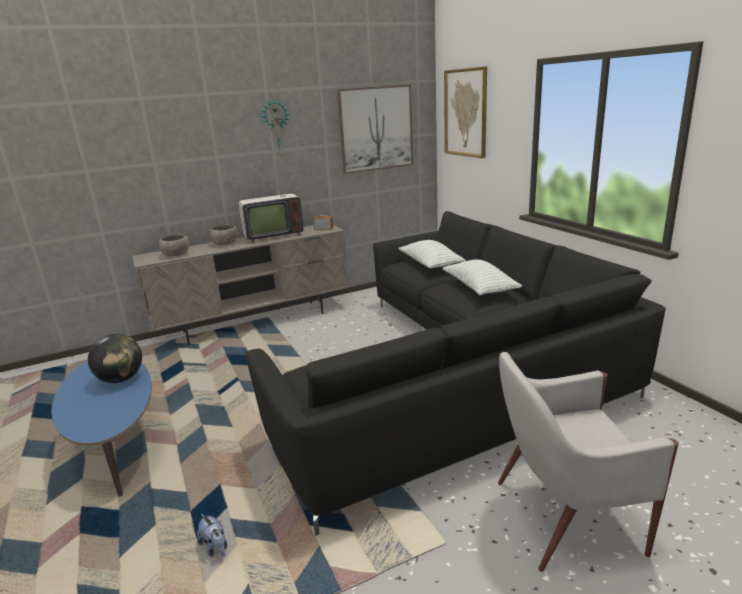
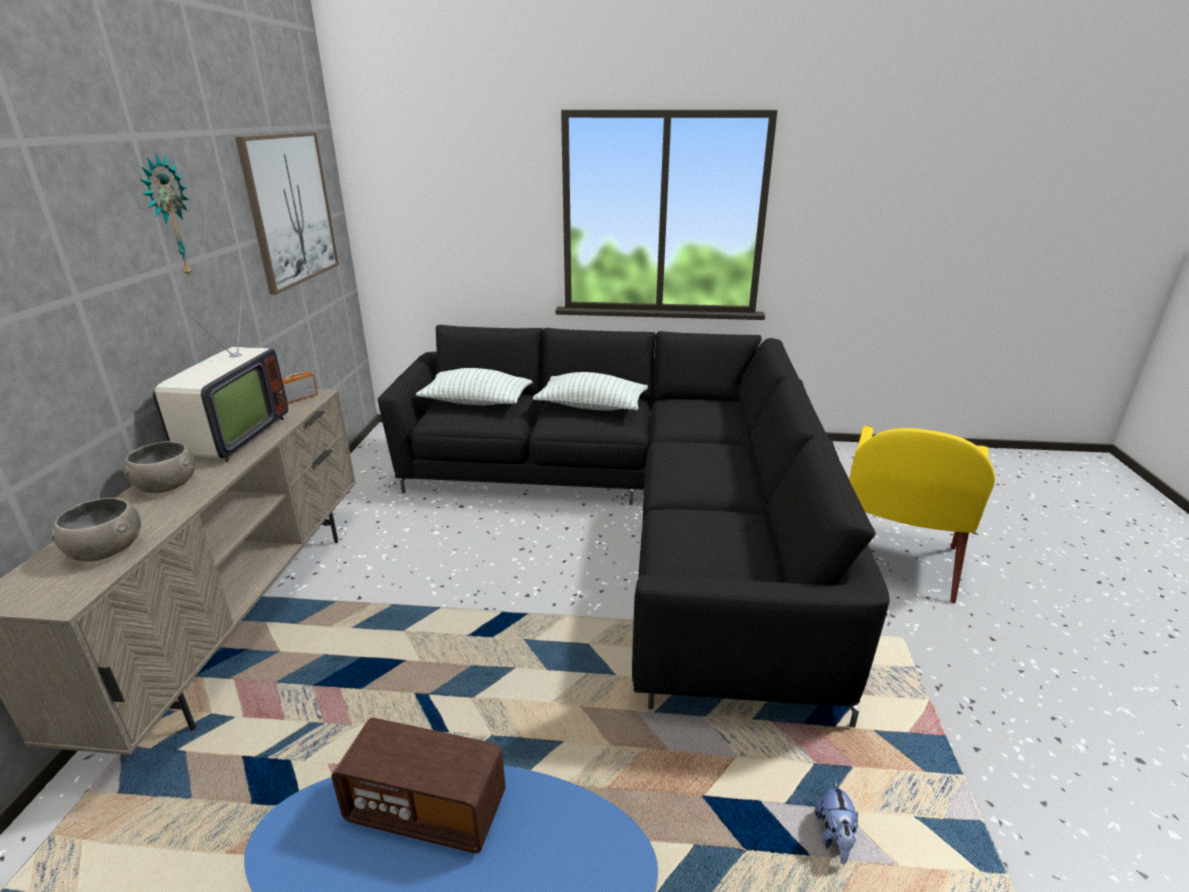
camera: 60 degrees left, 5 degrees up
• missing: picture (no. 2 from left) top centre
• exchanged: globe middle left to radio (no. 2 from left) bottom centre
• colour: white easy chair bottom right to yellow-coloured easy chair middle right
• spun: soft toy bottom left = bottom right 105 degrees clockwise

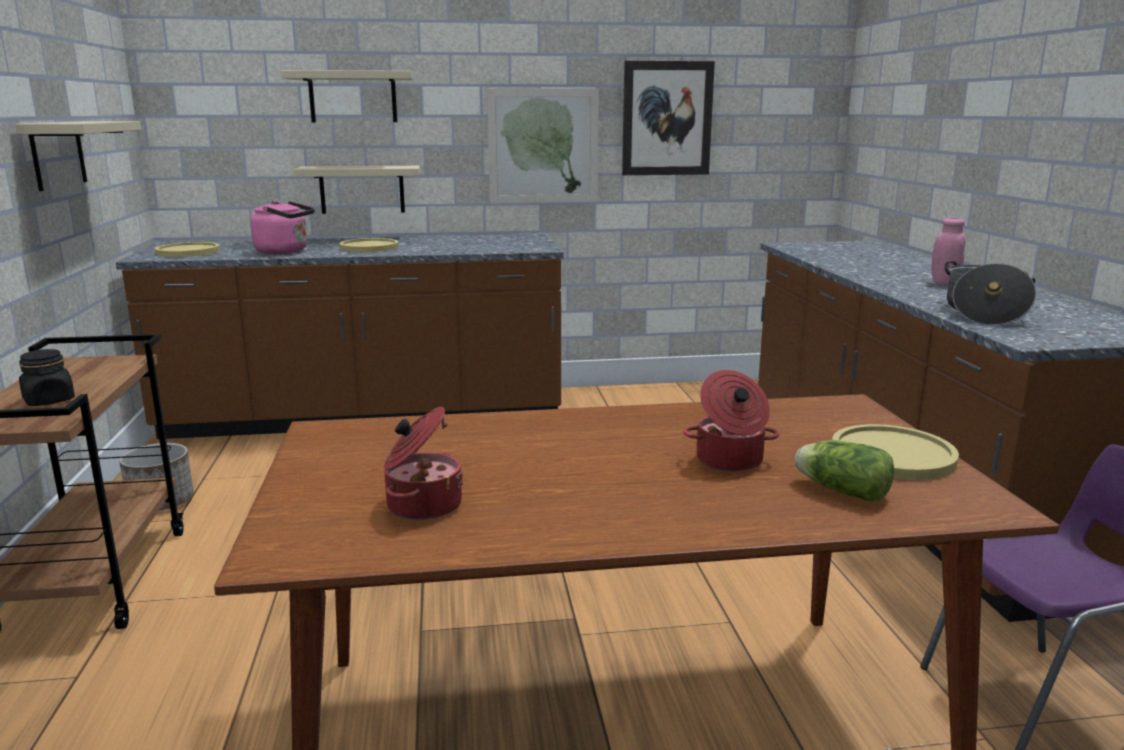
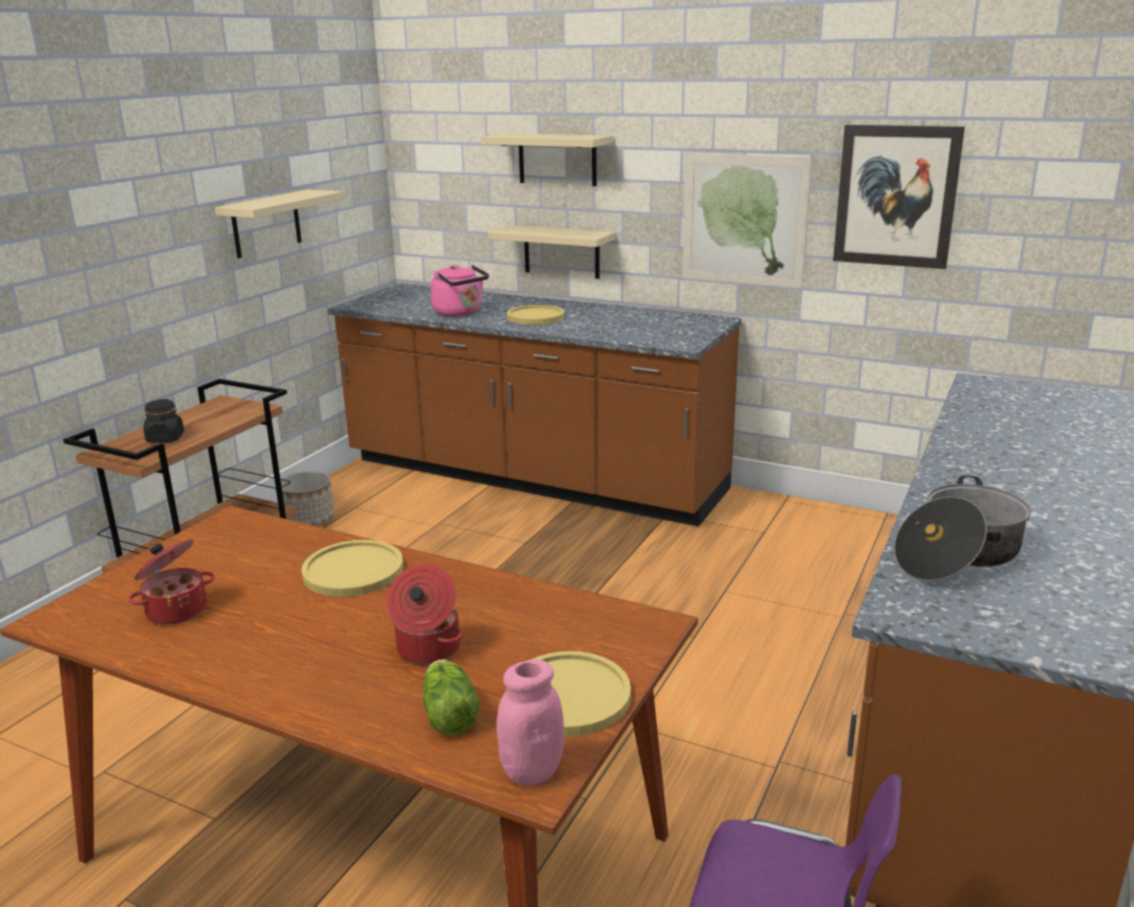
camera: 35 degrees right, 5 degrees up
• relocated: yellow-coloured flat dish (no. 1 from left) top left to middle left
• relocated: pink-coloured jar middle right to bottom centre

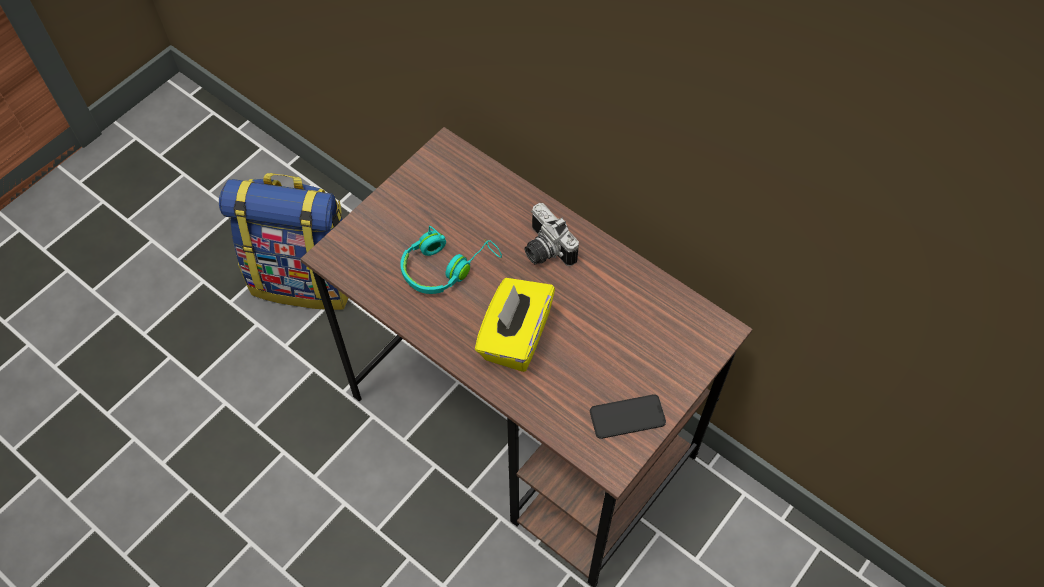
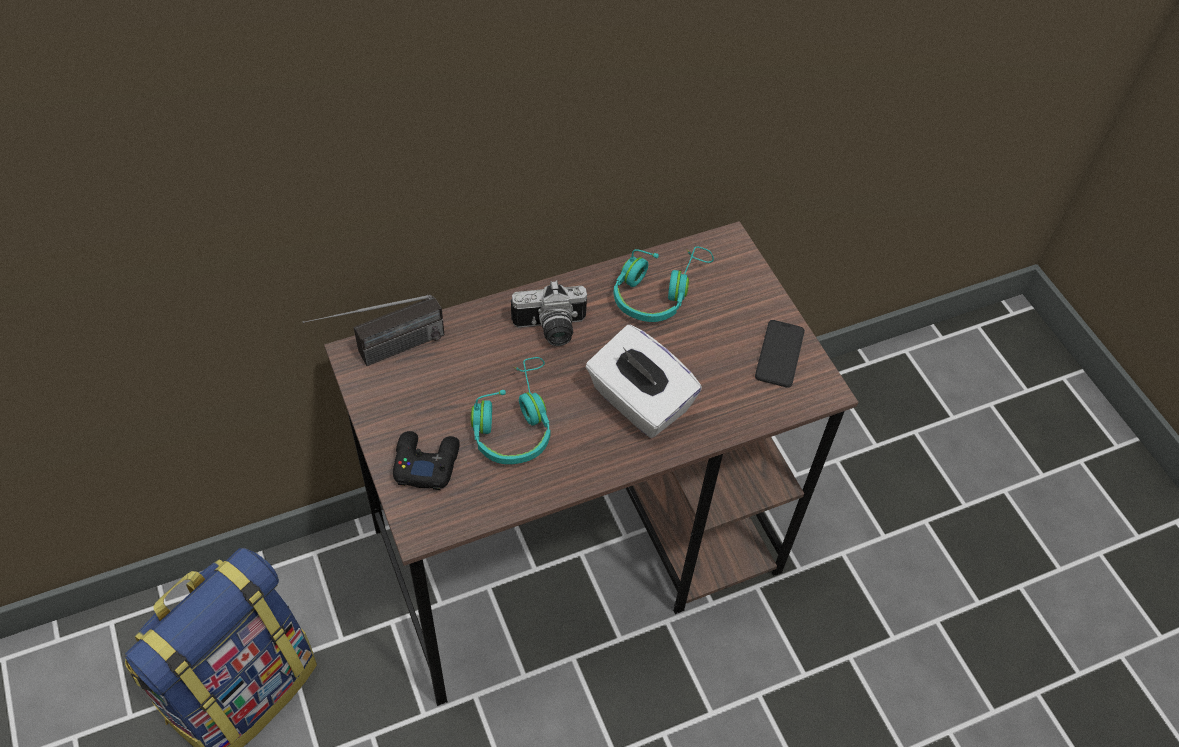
camera: 65 degrees left, 5 degrees down
• appeared: radio middle left
• appeared: black joypad centre
• appeared: blue-green headphones (no. 2 from left) centre
• colour: yellow-coloured tissue holder centre to white tissue holder centre

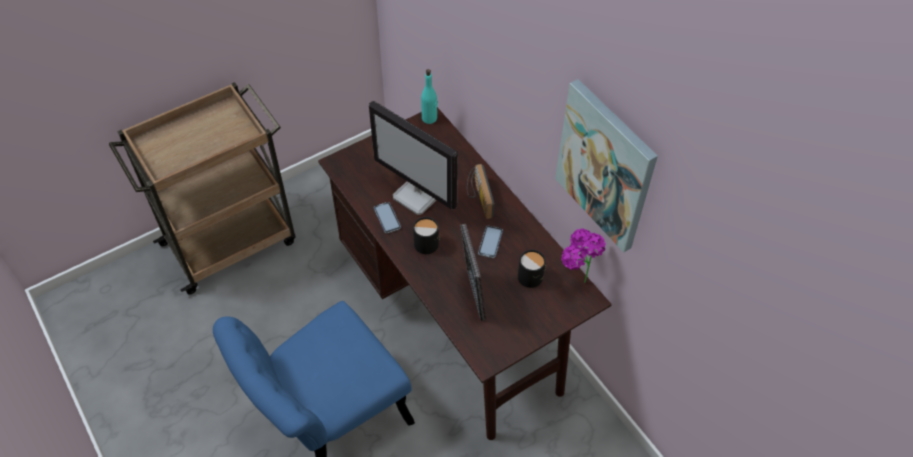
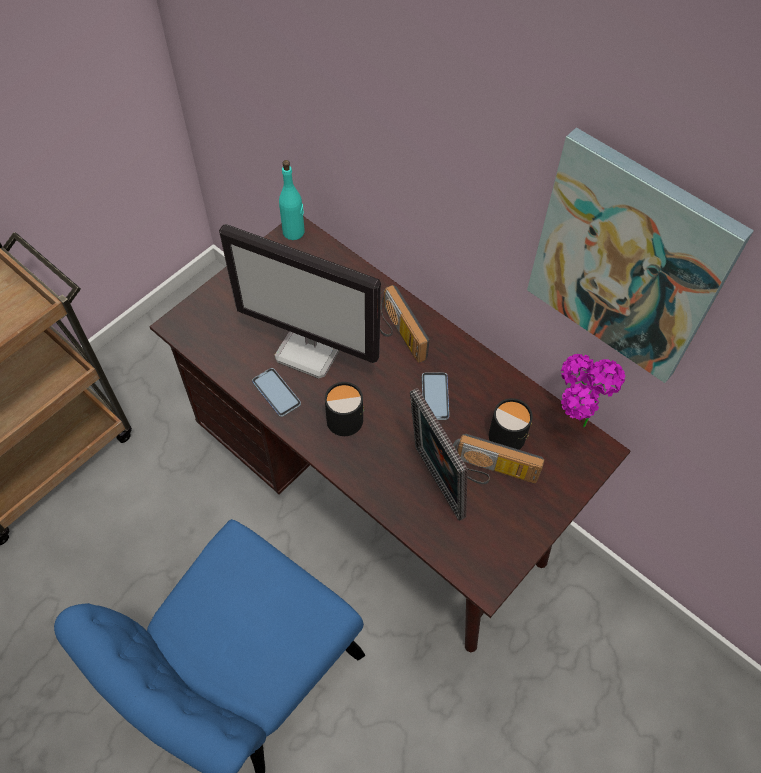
camera: 15 degrees left, 5 degrees up
• appeared: radio (no. 2 from left) centre

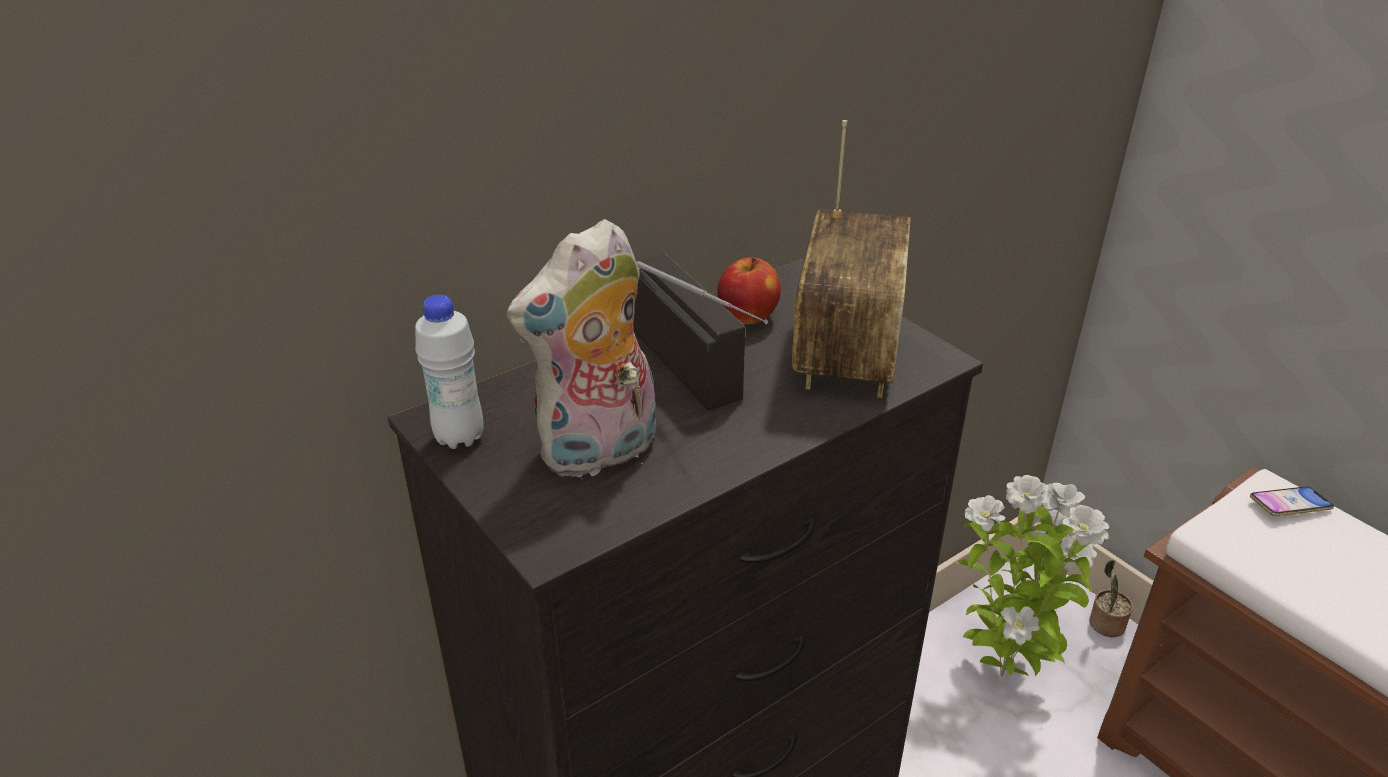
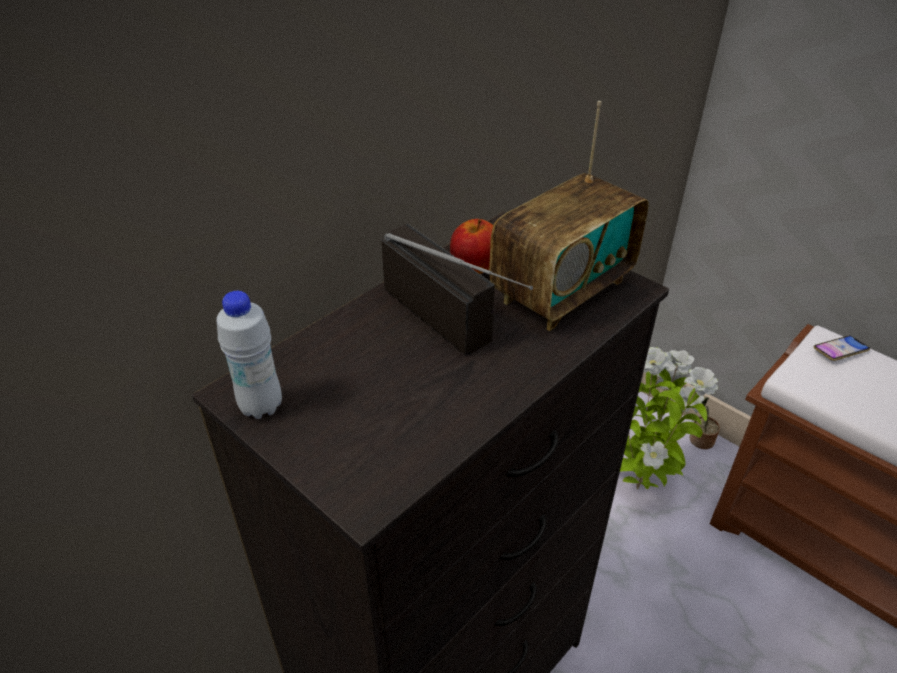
camera: 10 degrees left, 5 degrees up
• missing: soft toy centre
• spun: radio (no. 2 from left) centre = top centre 45 degrees clockwise

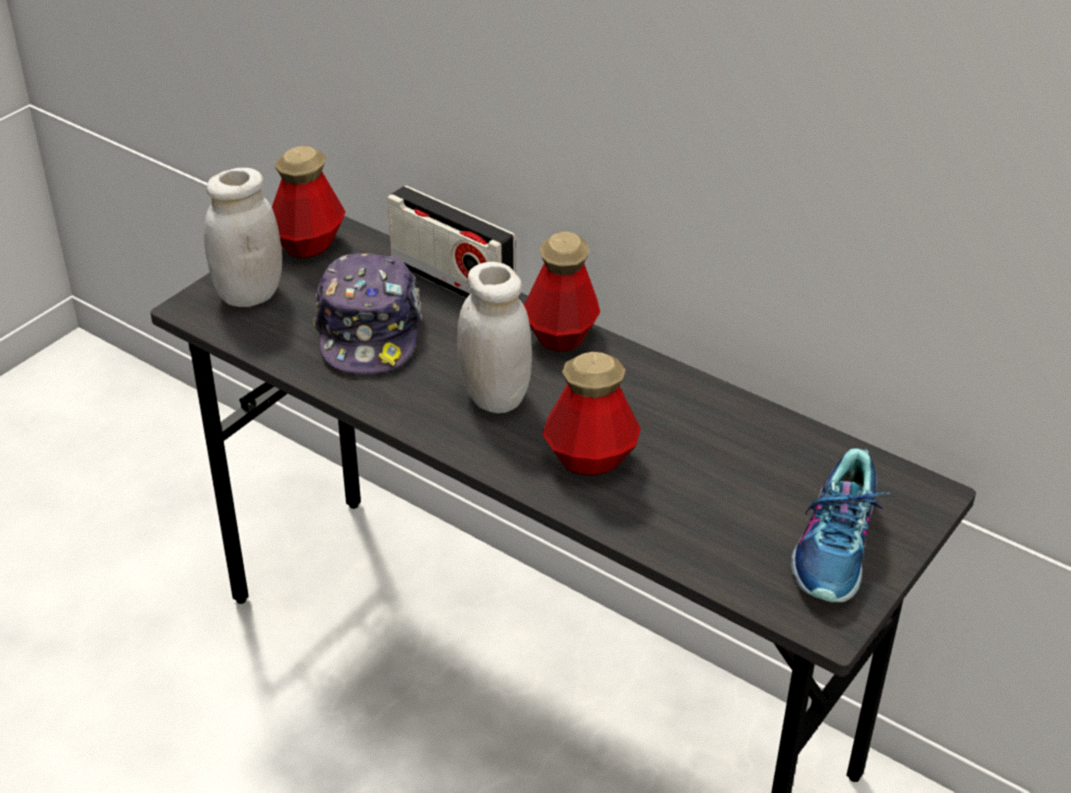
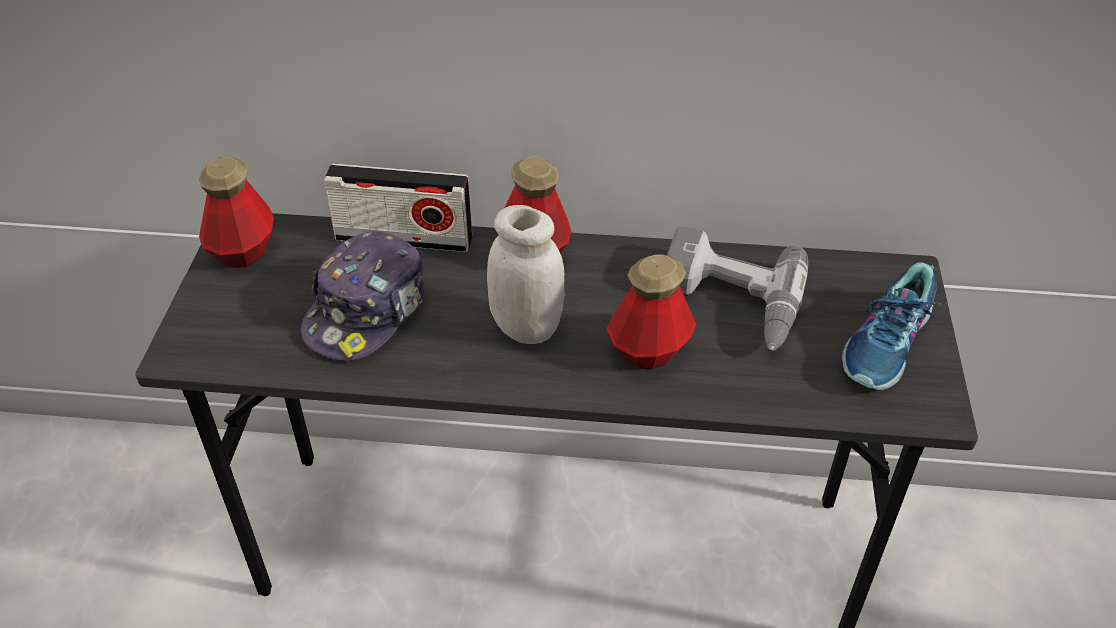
camera: 30 degrees left, 5 degrees up
• missing: white jar (no. 1 from left) top left
• appeared: electric drill centre
• spun: baseball cap centre = middle left 60 degrees clockwise
• spun: item of footwear middle right = middle right 45 degrees clockwise

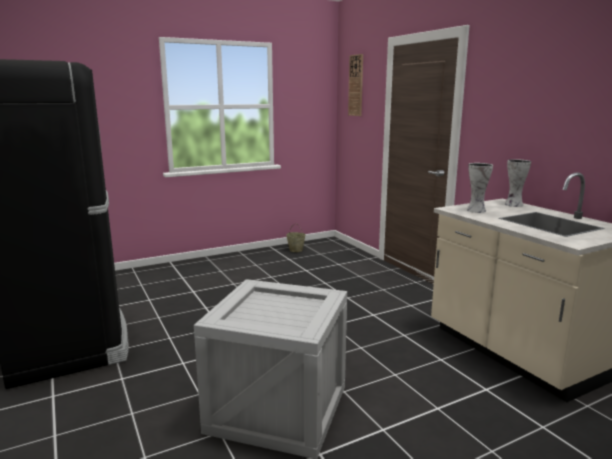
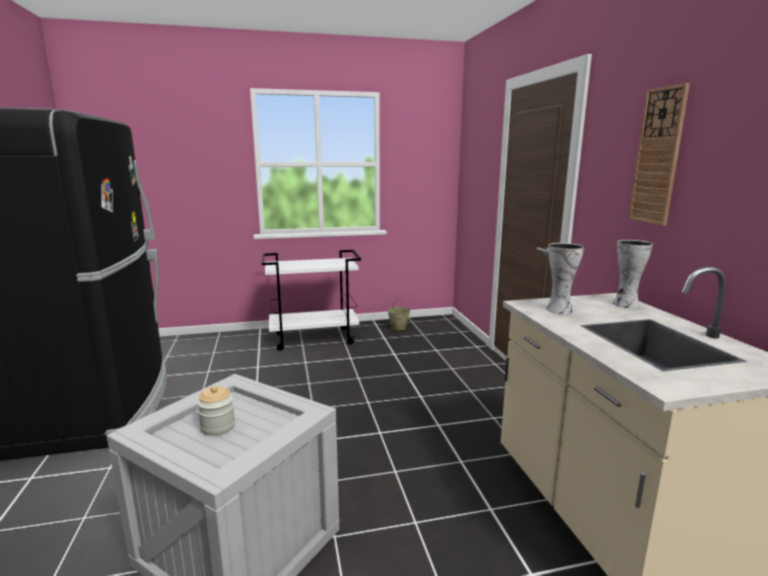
camera: 15 degrees right, 0 degrees up
• appeared: jar bottom left
• appeared: white trolley centre
• relocated: wall clock top centre to top right

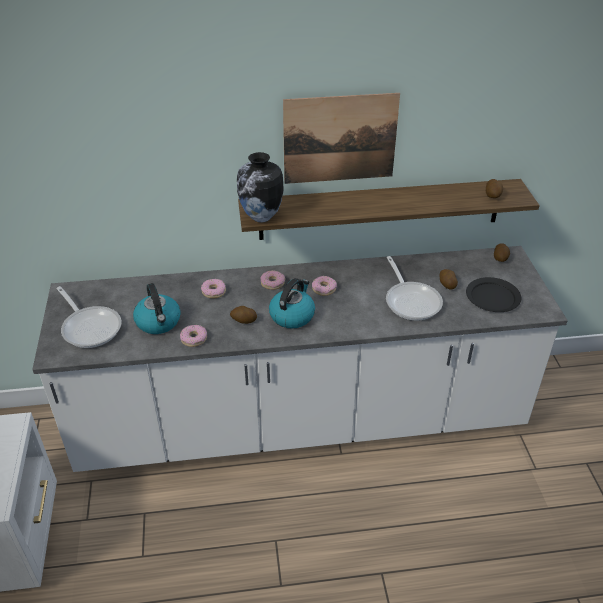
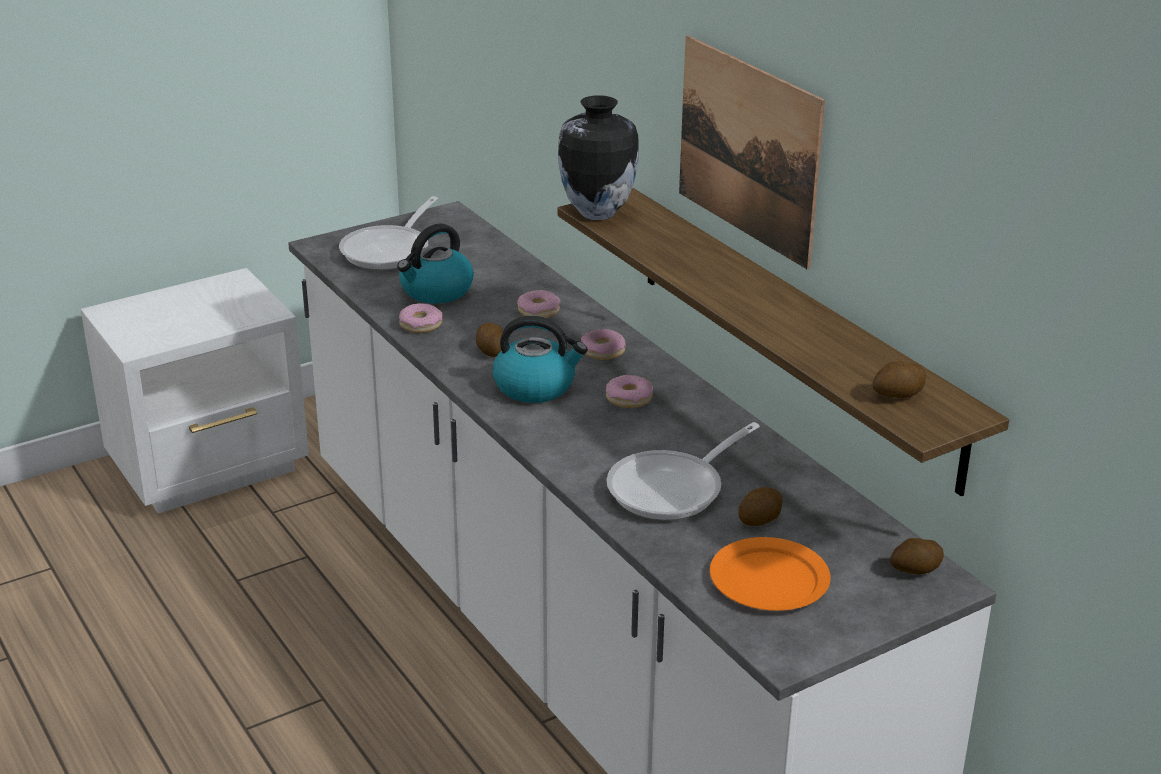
camera: 65 degrees right, 10 degrees down
• colour: black flat dish middle right to orange flat dish bottom centre

